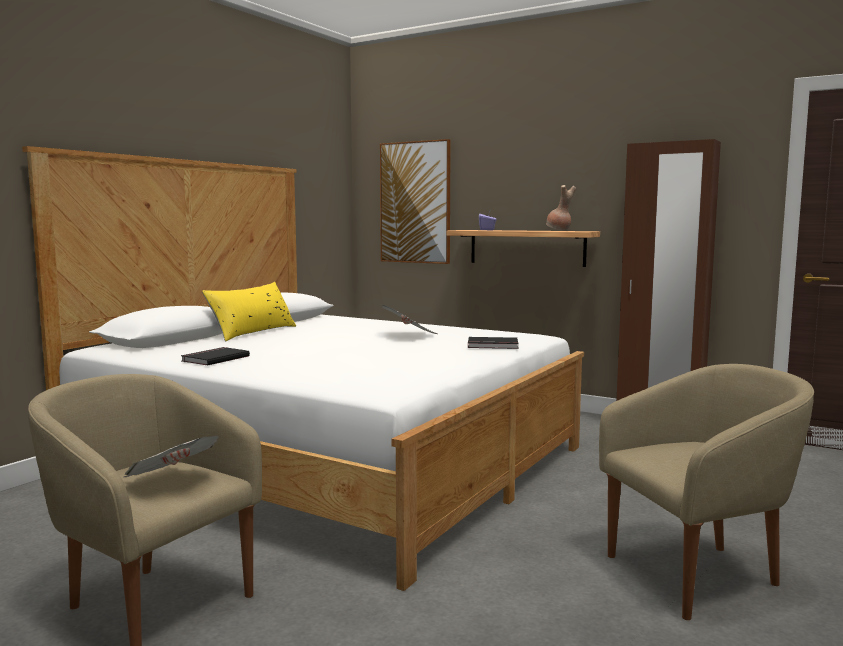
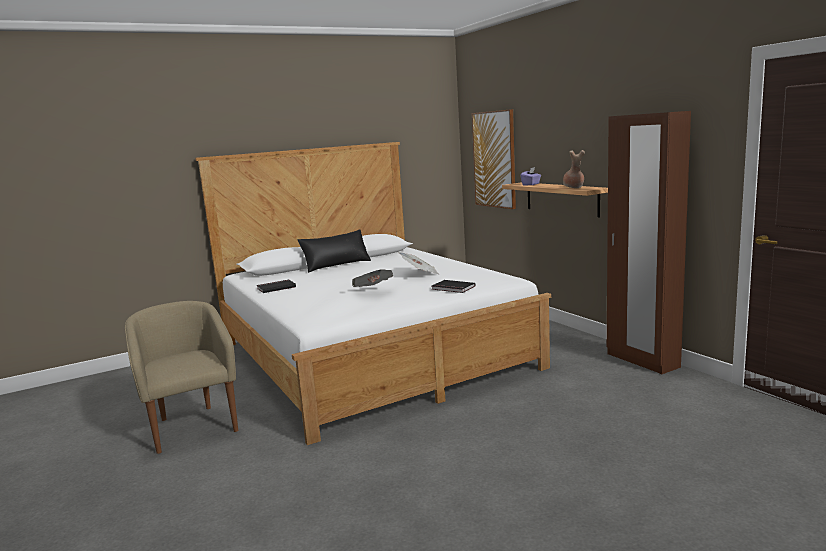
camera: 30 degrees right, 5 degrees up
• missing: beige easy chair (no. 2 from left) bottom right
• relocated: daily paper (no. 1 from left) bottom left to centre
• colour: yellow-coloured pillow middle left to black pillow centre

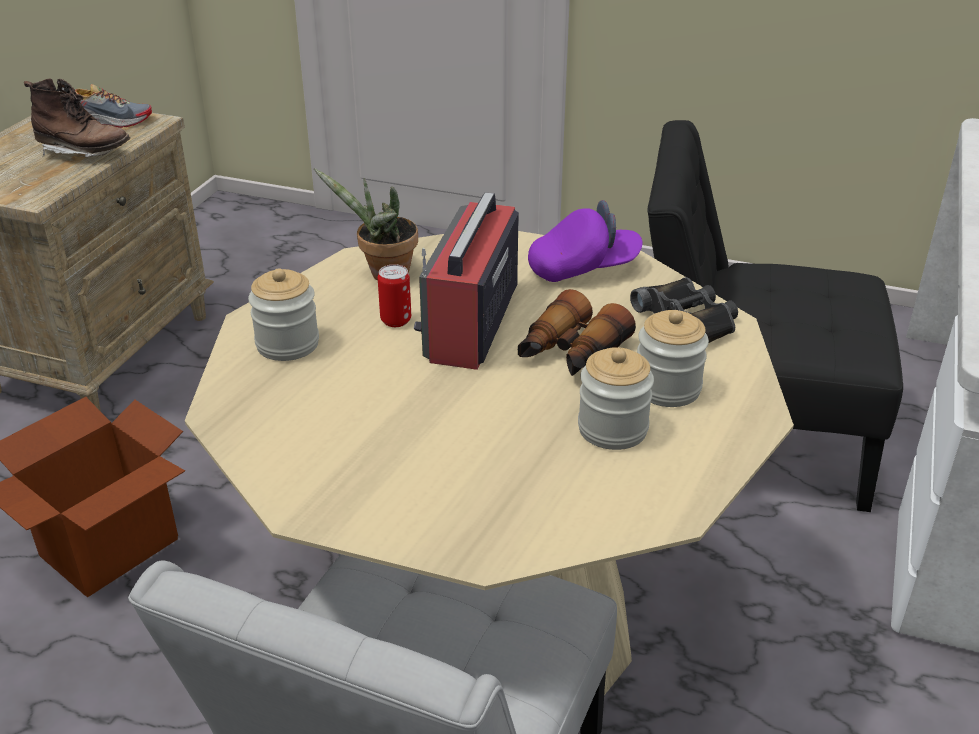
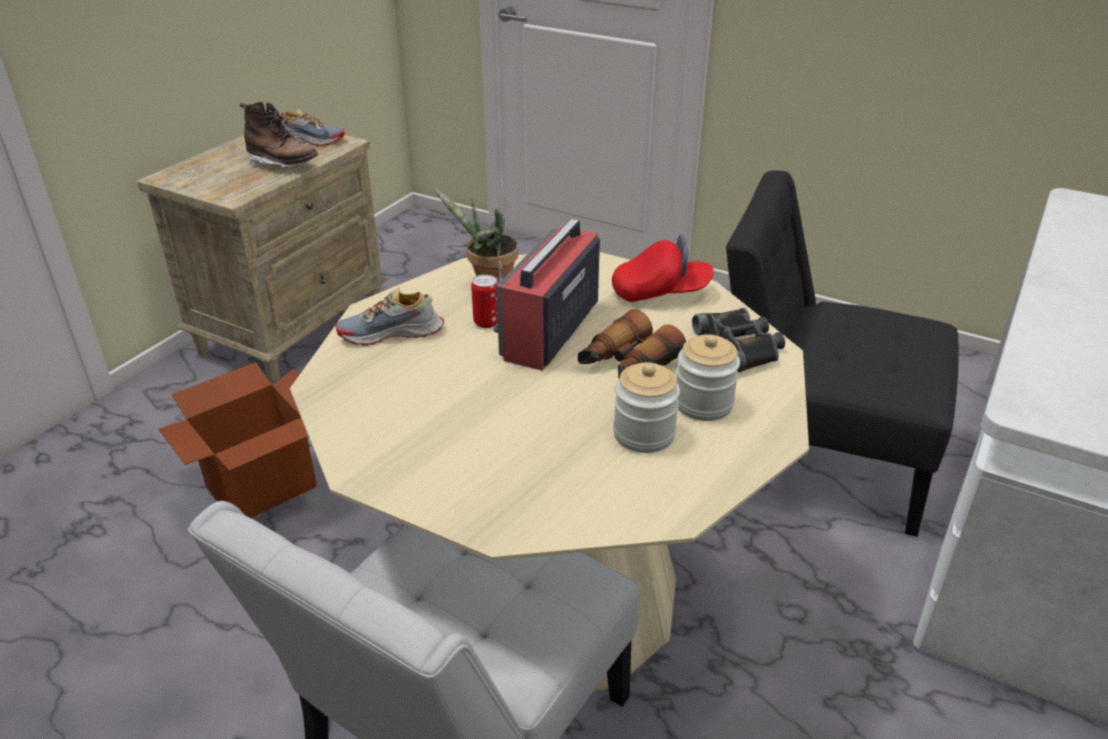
camera: 10 degrees right, 0 degrees up
• exchanged: jar (no. 1 from left) middle left to item of footwear (no. 2 from left) centre
• colour: purplish baseball cap top centre to red baseball cap centre

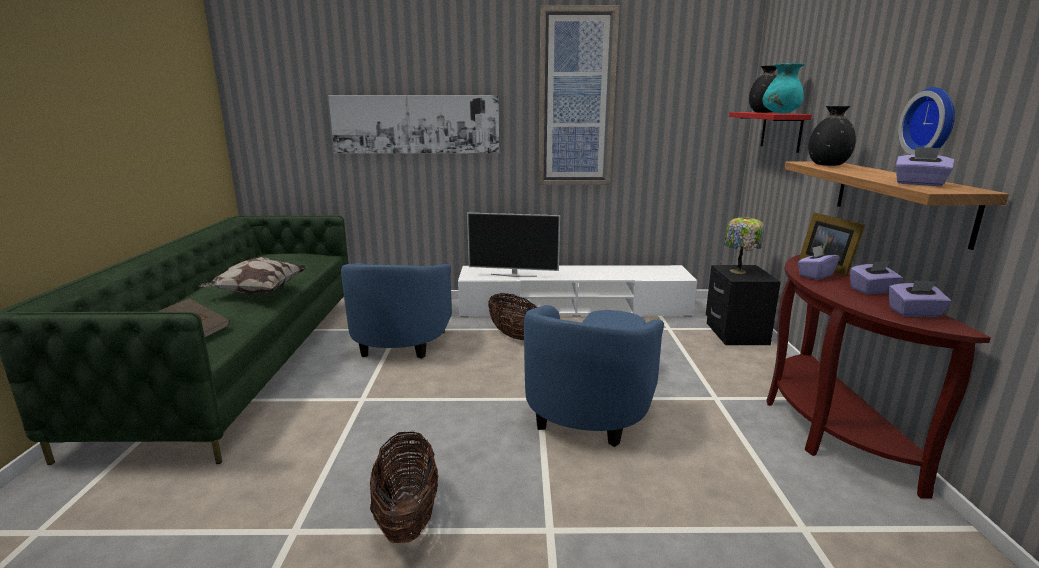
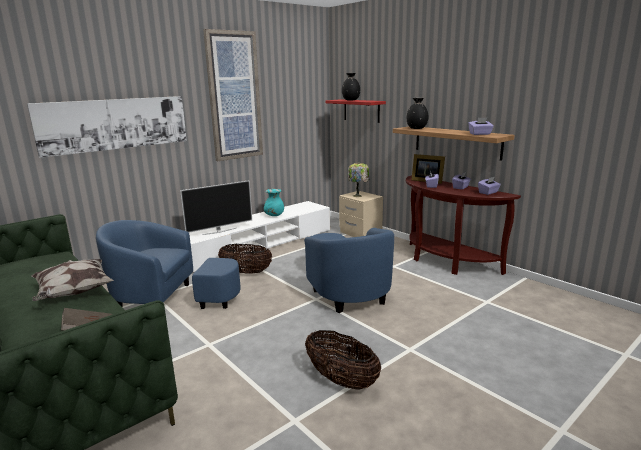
camera: 40 degrees left, 0 degrees up
• missing: wall clock top right
• relocated: blue-green decorative vase top right to centre
• colour: black nightstand middle right to beige nightstand centre
• spun: bluish easy chair (no. 1 from left) centre = middle left 135 degrees clockwise

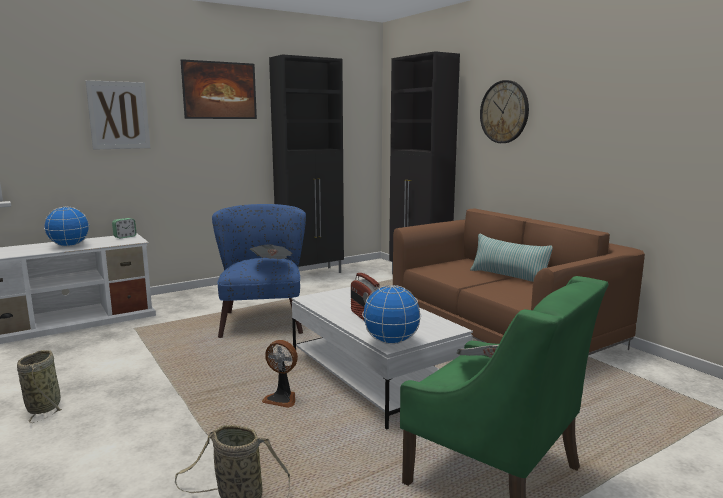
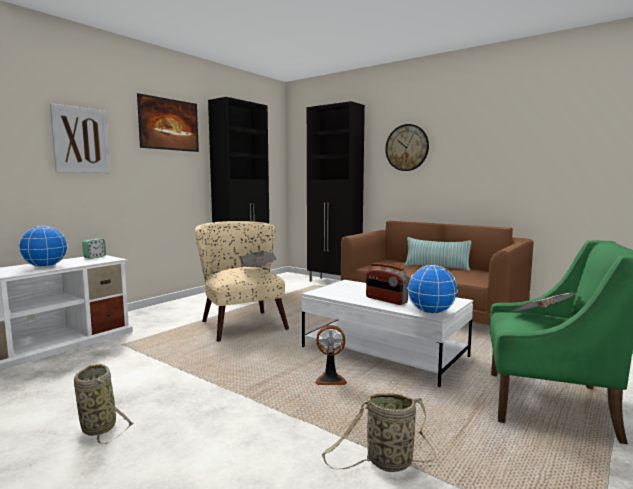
camera: 20 degrees left, 5 degrees down
• colour: bluish easy chair centre to beige easy chair centre

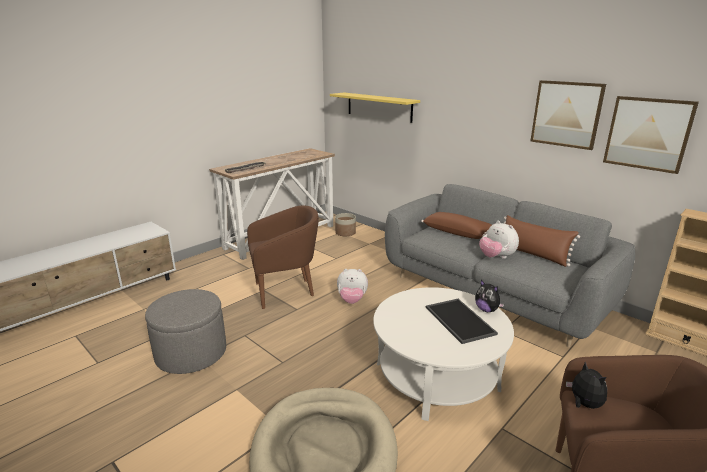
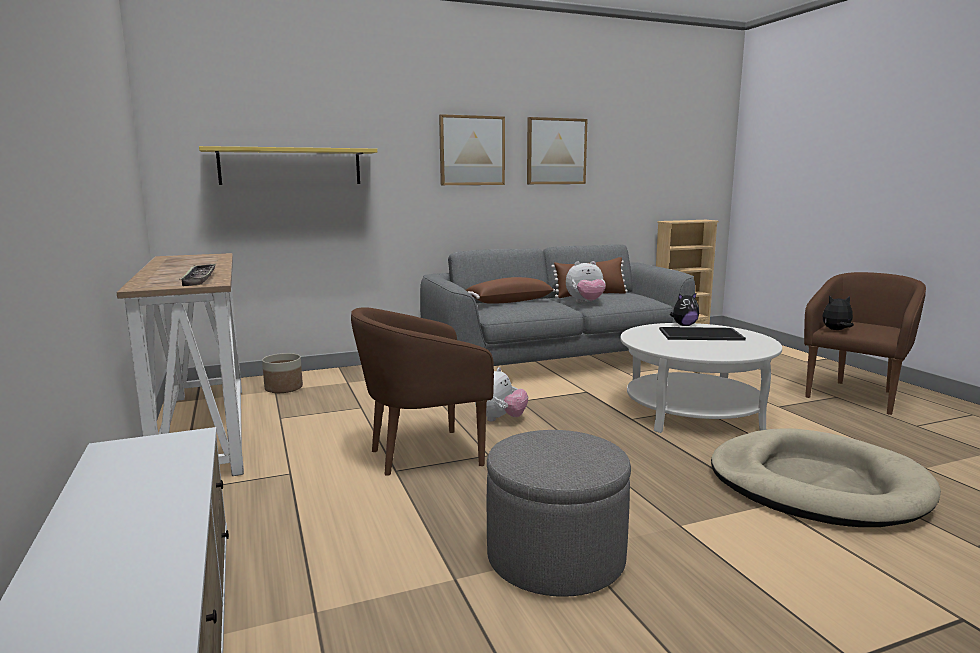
camera: 65 degrees left, 10 degrees down
• relocated: picture (no. 2 from left in the first image) top right to picture (no. 1 from left) top centre
• spun: brownish easy chair (no. 1 from left) centre = centre 120 degrees counterclockwise

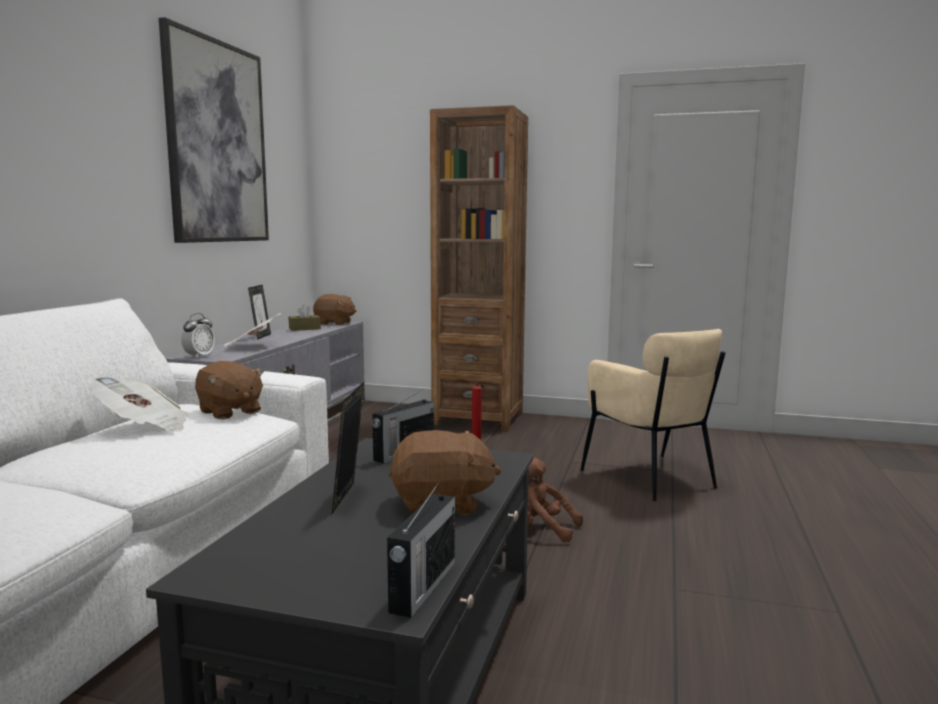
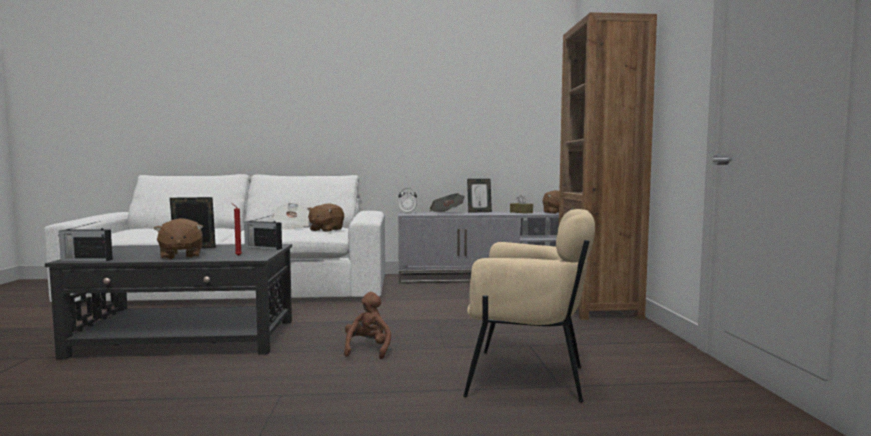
camera: 70 degrees right, 5 degrees down
• missing: picture top left
• spun: beige easy chair middle right = bottom centre 120 degrees counterclockwise

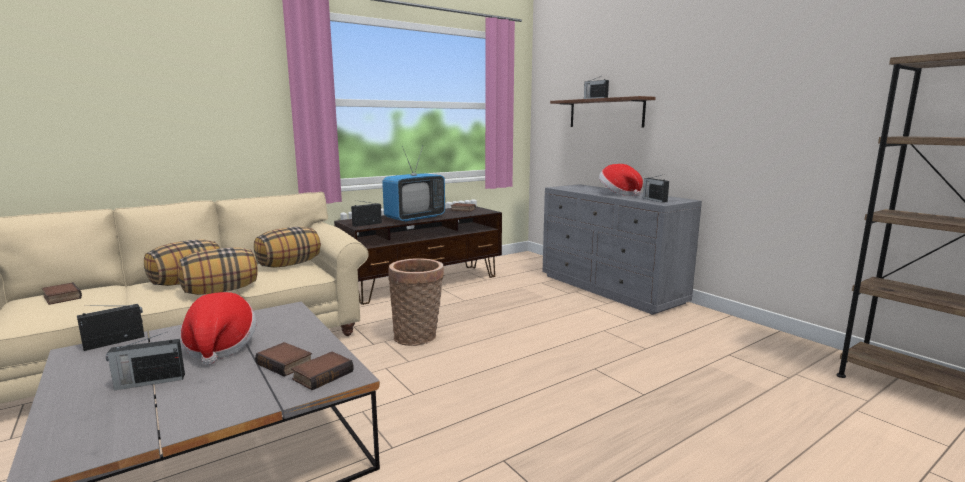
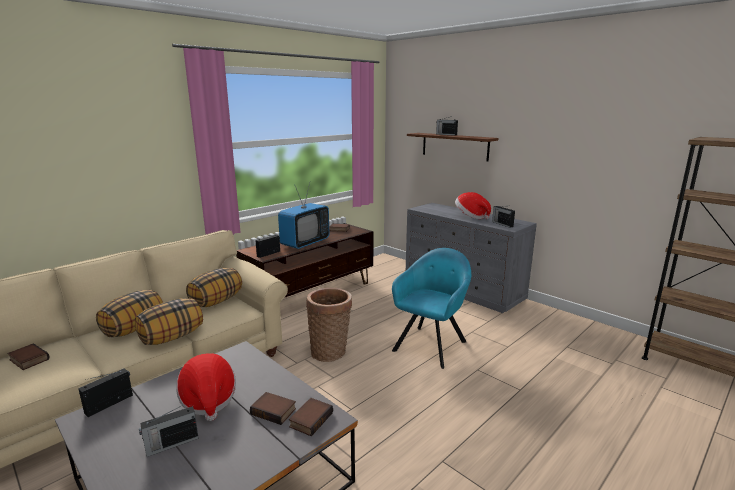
camera: 10 degrees left, 5 degrees up
• appeared: blue-green easy chair centre

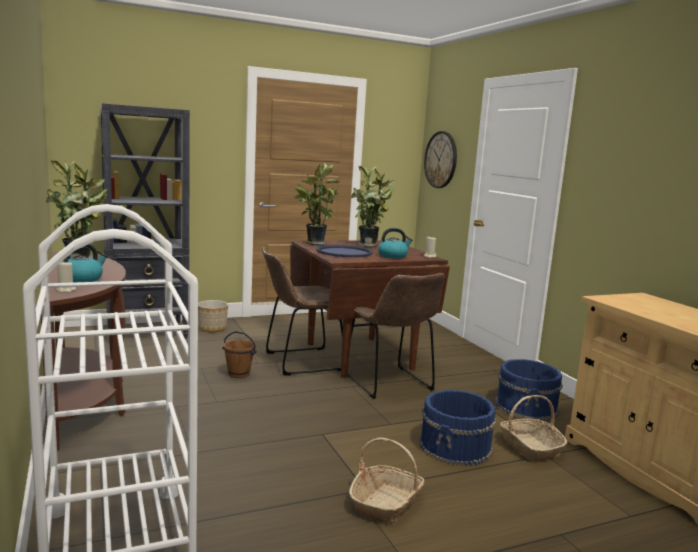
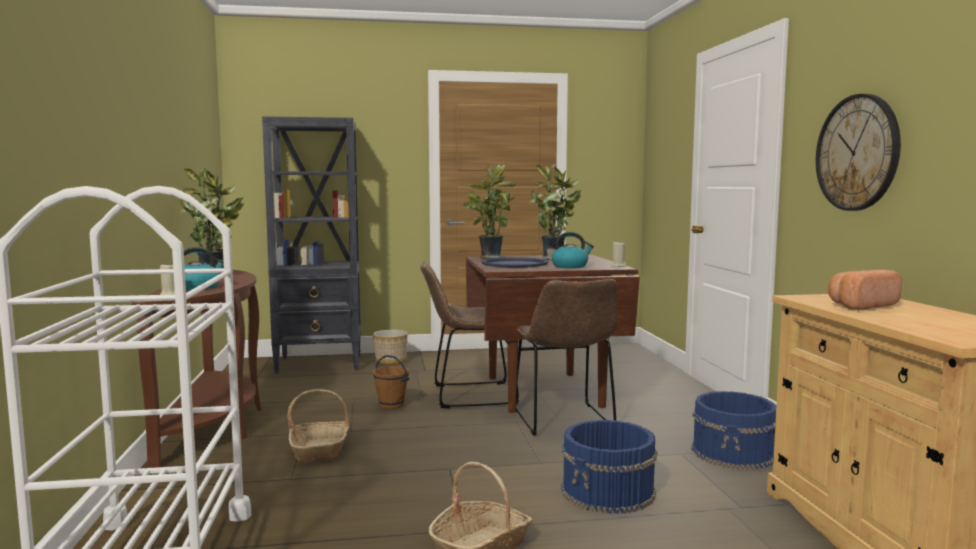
camera: 15 degrees right, 5 degrees down
• appeared: bread middle right
• relocated: wall clock top centre to top right
• relocated: storage basket (no. 2 from left in the first image) bottom right to storage basket (no. 1 from left) bottom left

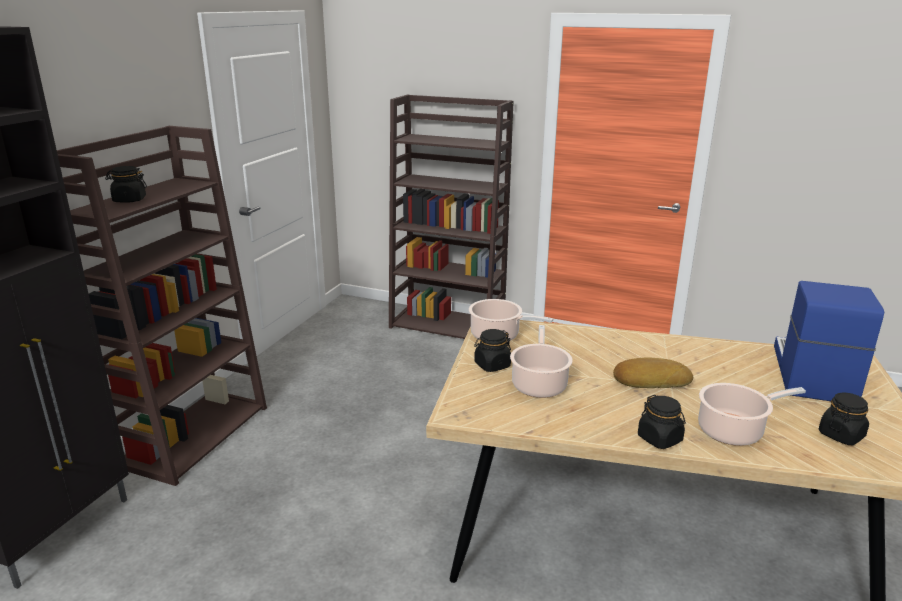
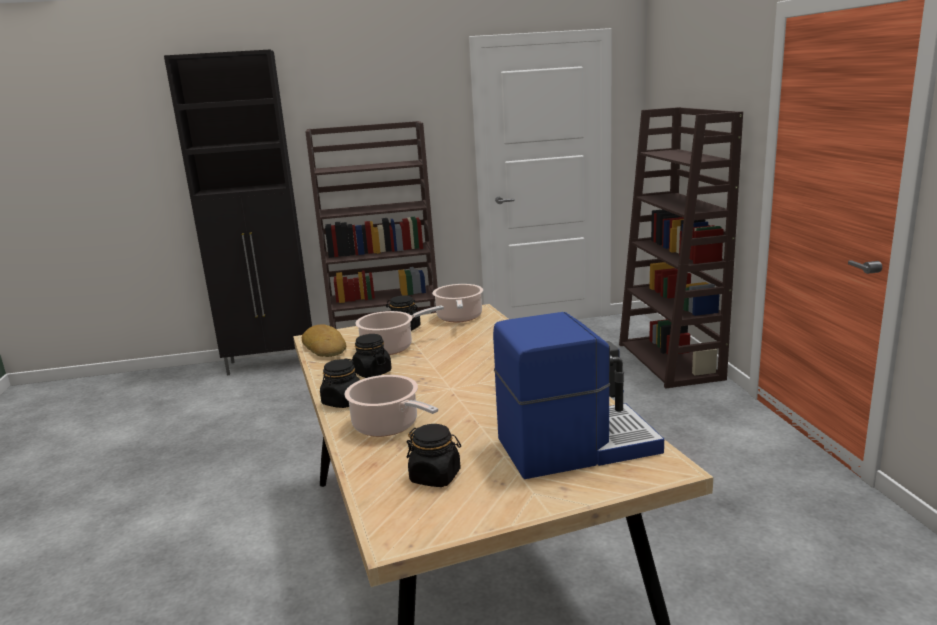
camera: 60 degrees right, 5 degrees down
• relocated: black jar (no. 1 from left in the first image) top left to black jar (no. 2 from left) centre
• relocated: bread middle right to centre

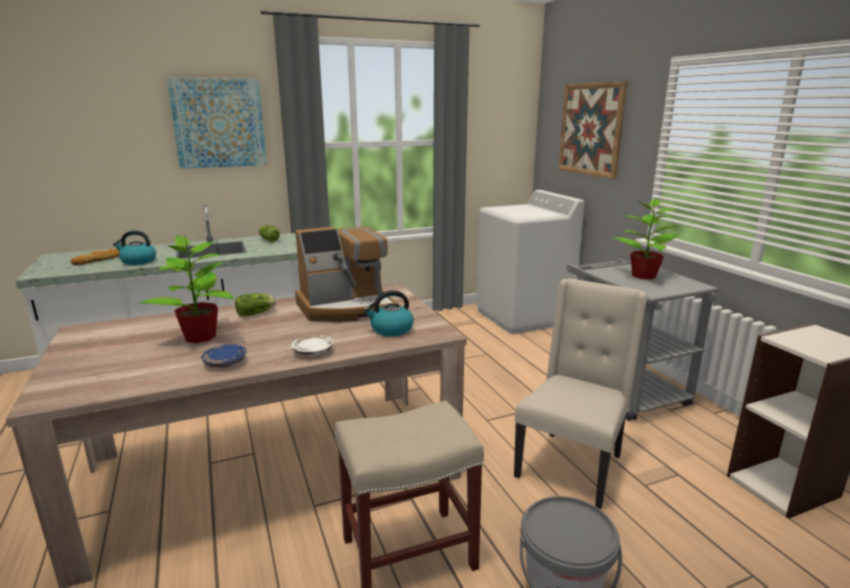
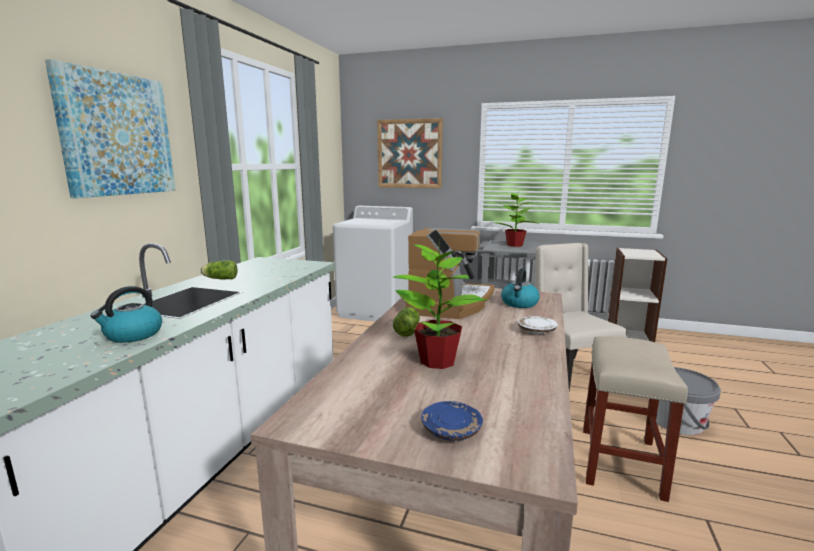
camera: 50 degrees left, 5 degrees down
• missing: bread middle left
• relocated: bluish flat dish middle left to bottom centre

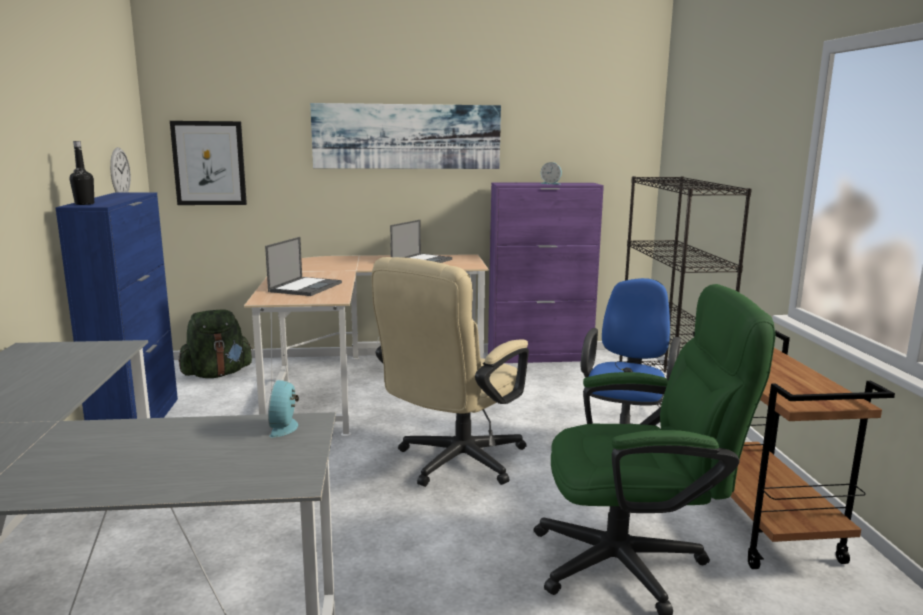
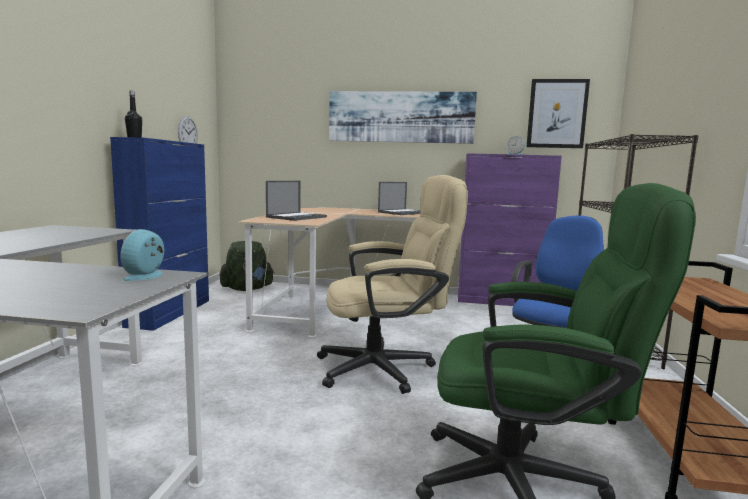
camera: 15 degrees right, 5 degrees down
• relocated: picture (no. 1 from left in the first image) top left to picture (no. 2 from left) top right
• spun: beige desk chair centre = centre 150 degrees counterclockwise

